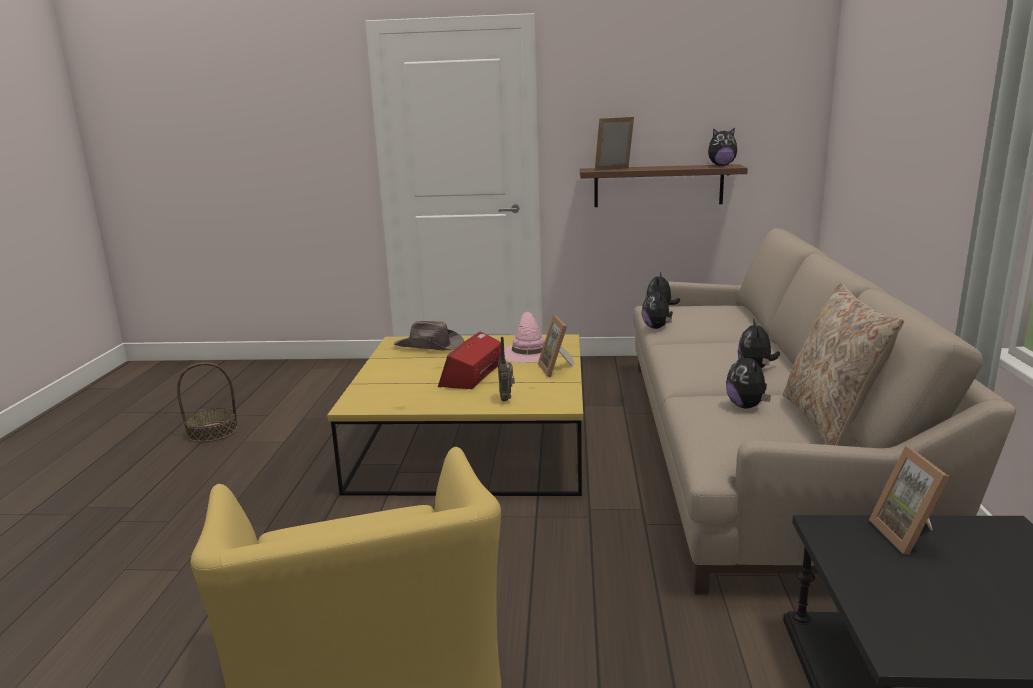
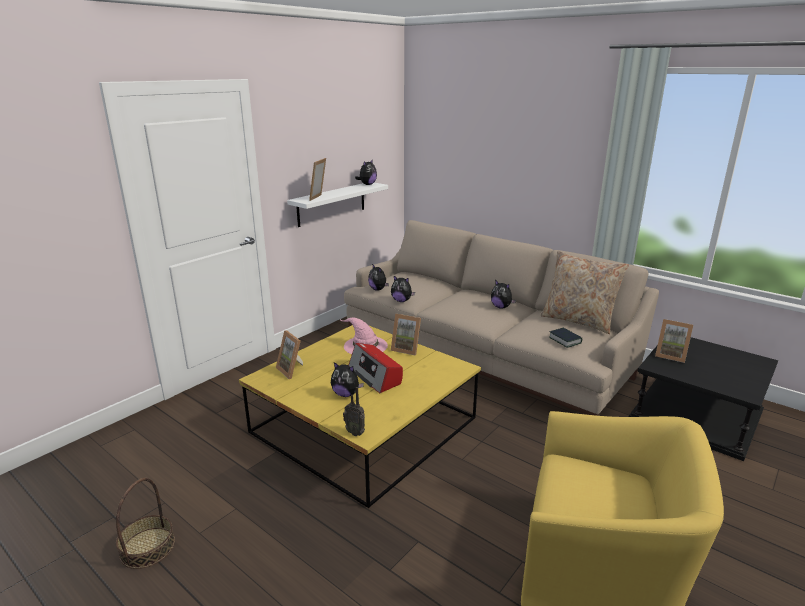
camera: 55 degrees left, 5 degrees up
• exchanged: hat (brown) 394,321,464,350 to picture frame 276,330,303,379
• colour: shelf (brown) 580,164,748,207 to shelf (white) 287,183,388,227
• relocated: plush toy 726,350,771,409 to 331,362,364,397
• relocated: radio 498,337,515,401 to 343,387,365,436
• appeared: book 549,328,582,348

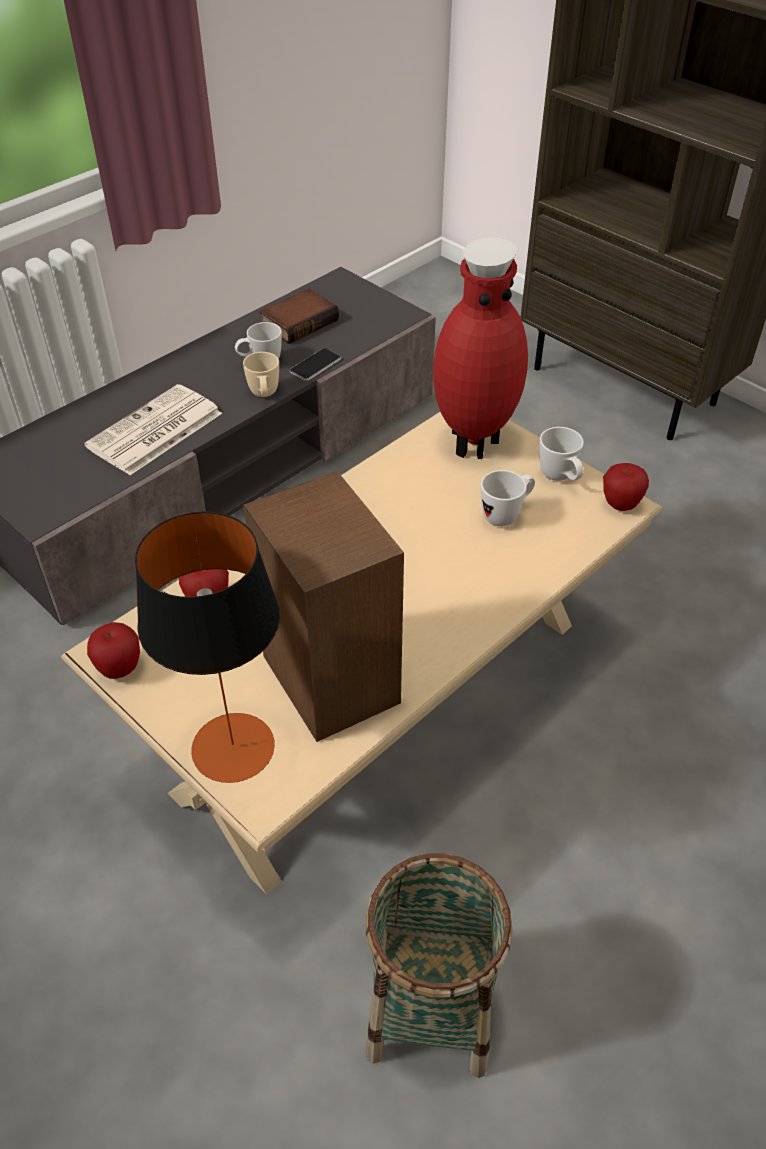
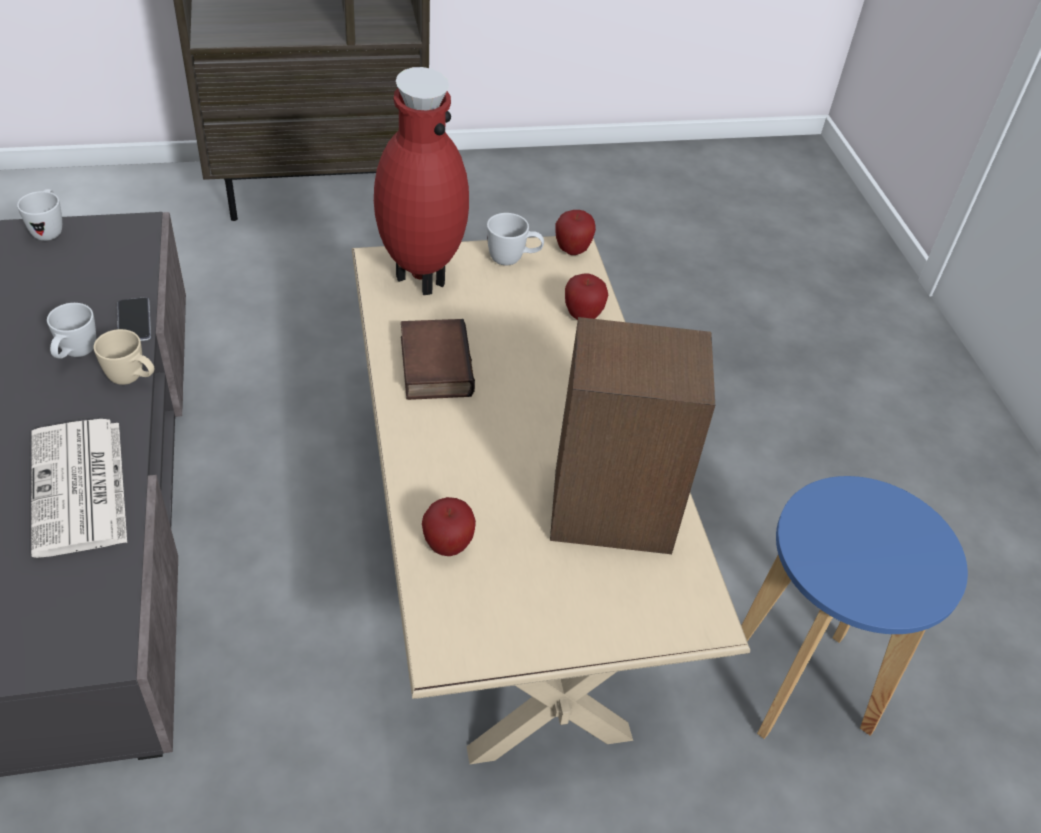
camera: 60 degrees left, 0 degrees up
• relocated: mug (white) 481,470,535,526 to 17,189,62,241
• relocated: book 259,289,339,344 to 401,319,475,400
• relocated: apple 87,622,140,679 to 565,274,608,320
• exchanged: basket 366,853,512,1078 to stool (blue) 741,476,968,739
• missing: table lamp 135,511,280,783

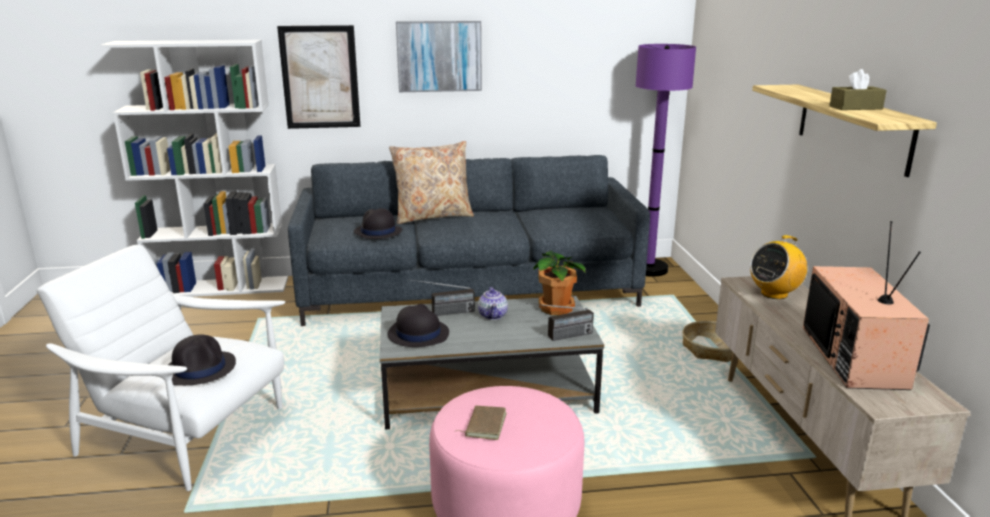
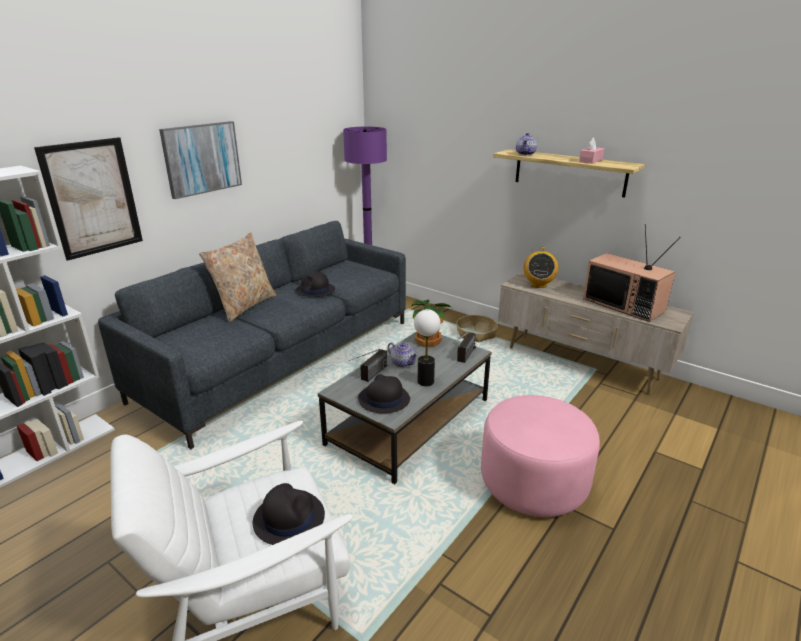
camera: 45 degrees left, 5 degrees up
• relocated: hat (black) 353,208,402,239 to 296,271,335,297
• appeared: table lamp 414,309,441,386
• appeared: teapot 516,133,537,155
• colour: tissue box (brown) 829,69,887,110 to tissue box (pink) 579,137,604,164
• missing: book (brown) 456,406,507,440

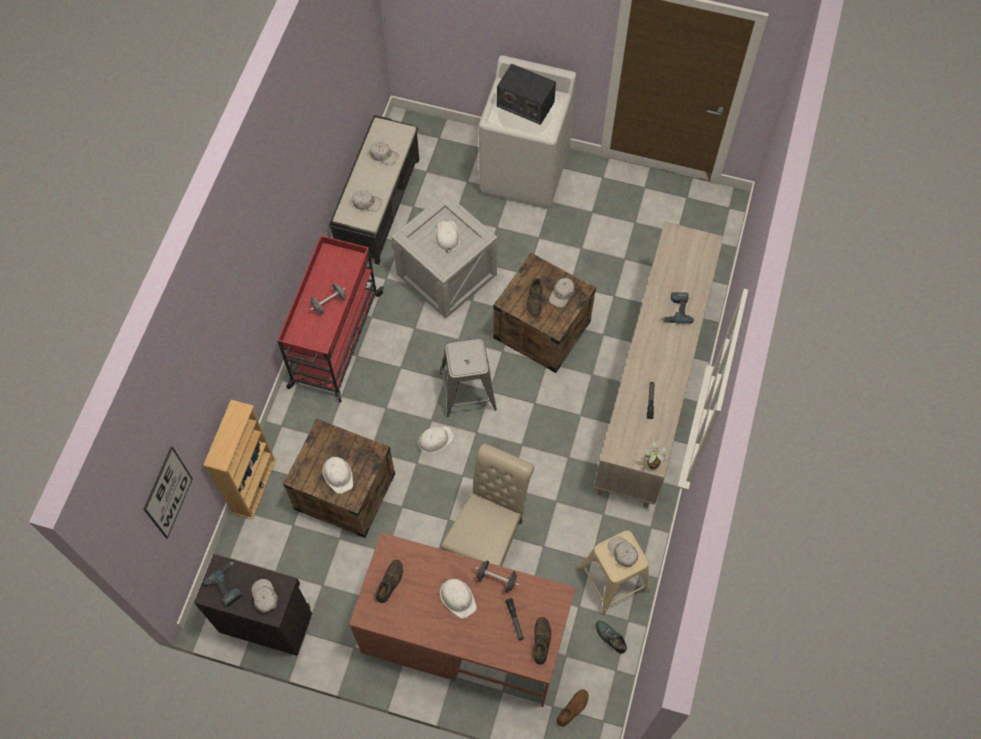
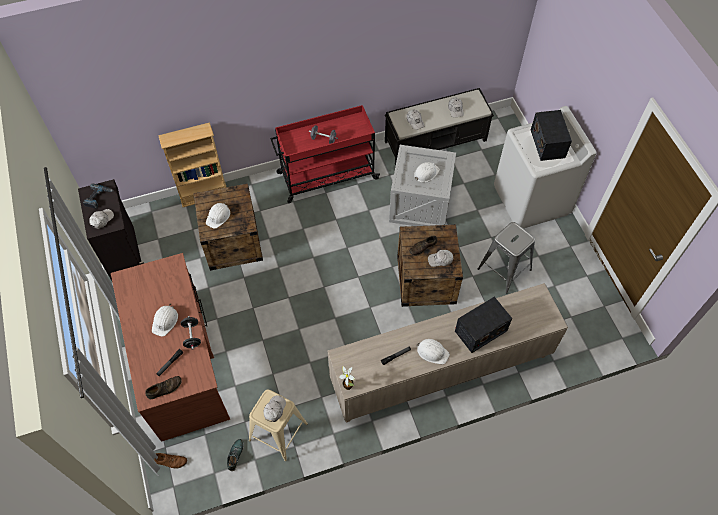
camera: 55 degrees right, 5 degrees down
• relocated: hard hat (white) 418,426,454,453 to 416,339,450,364
• exchanged: power drill 661,292,694,324 to radio 455,297,512,353
• relocated: stool (grey) 440,339,497,417 to 478,222,535,293
• missing: picture 143,446,193,539
• missing: shoe (brown) 376,560,403,603
• missing: chair (beige) 441,444,534,566

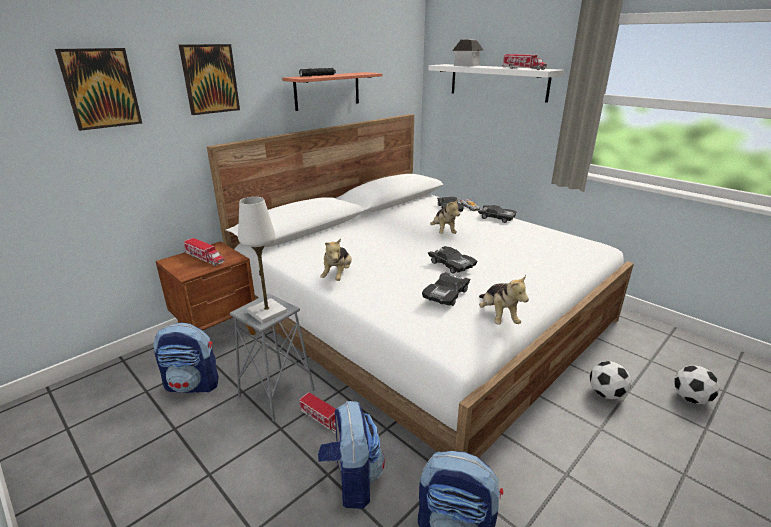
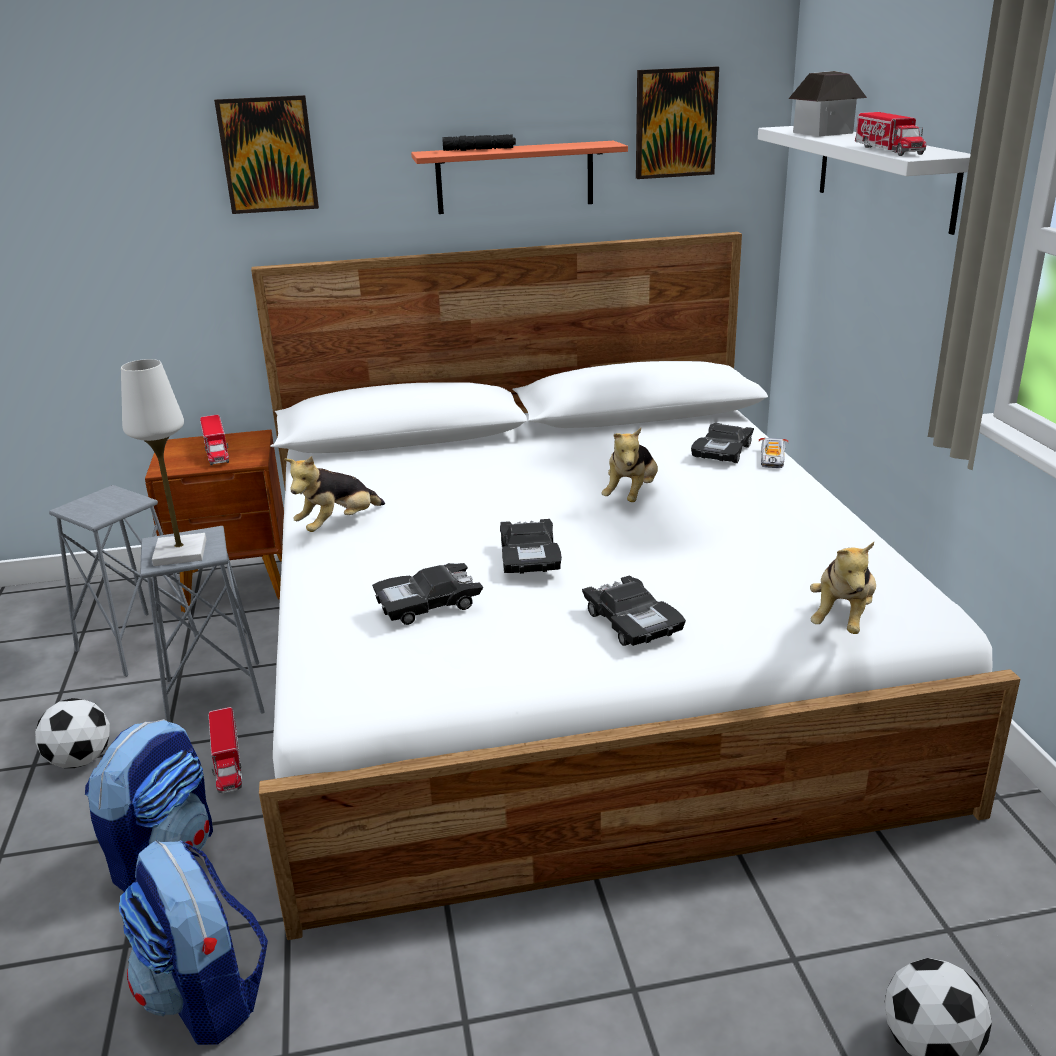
camera: 35 degrees right, 0 degrees up
• relocated: football 590,361,631,399 to 35,698,110,768
• exchanged: backpack 154,322,219,393 to stool (grey) 49,485,197,677
• relocated: toy car (black) 478,205,517,223 to 582,576,686,646
• relocated: picture 55,48,142,131 to 636,66,719,179
• relocated: plush toy 479,275,529,325 to 810,542,876,634

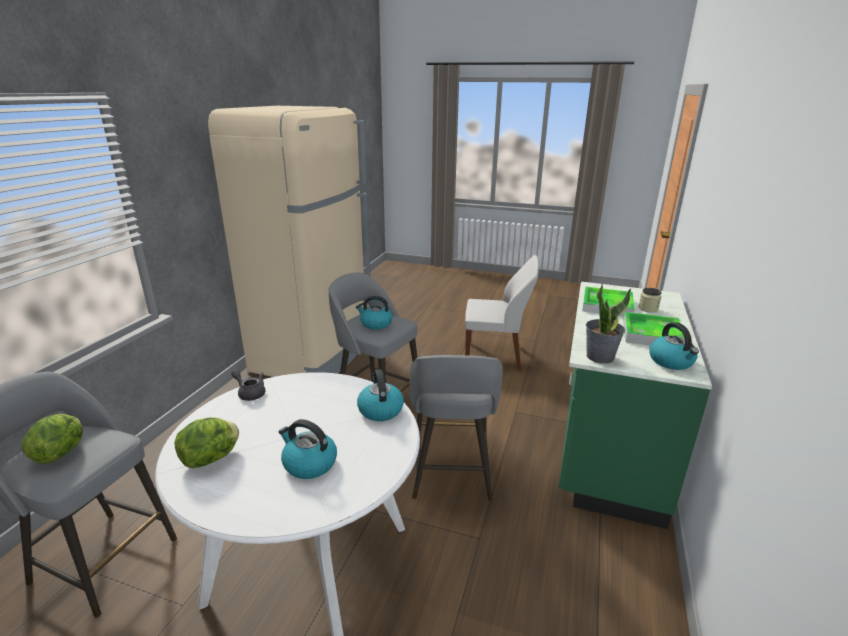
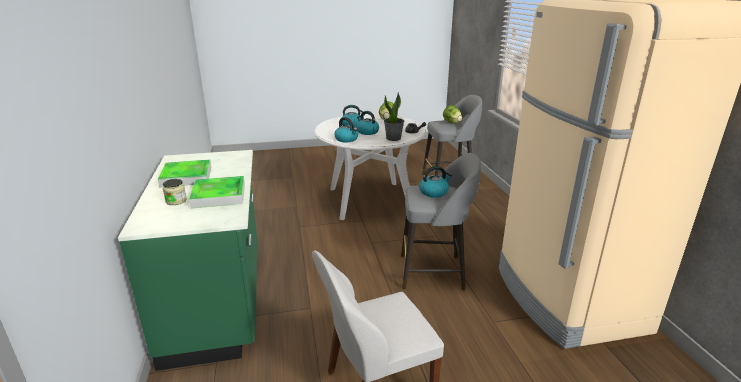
camera: 150 degrees right, 0 degrees up
• relocated: kettle 649,322,699,370 to 357,111,379,135
• relocated: potted plant 586,284,631,364 to 384,92,404,141
• missing: stool (grey) 410,355,503,501

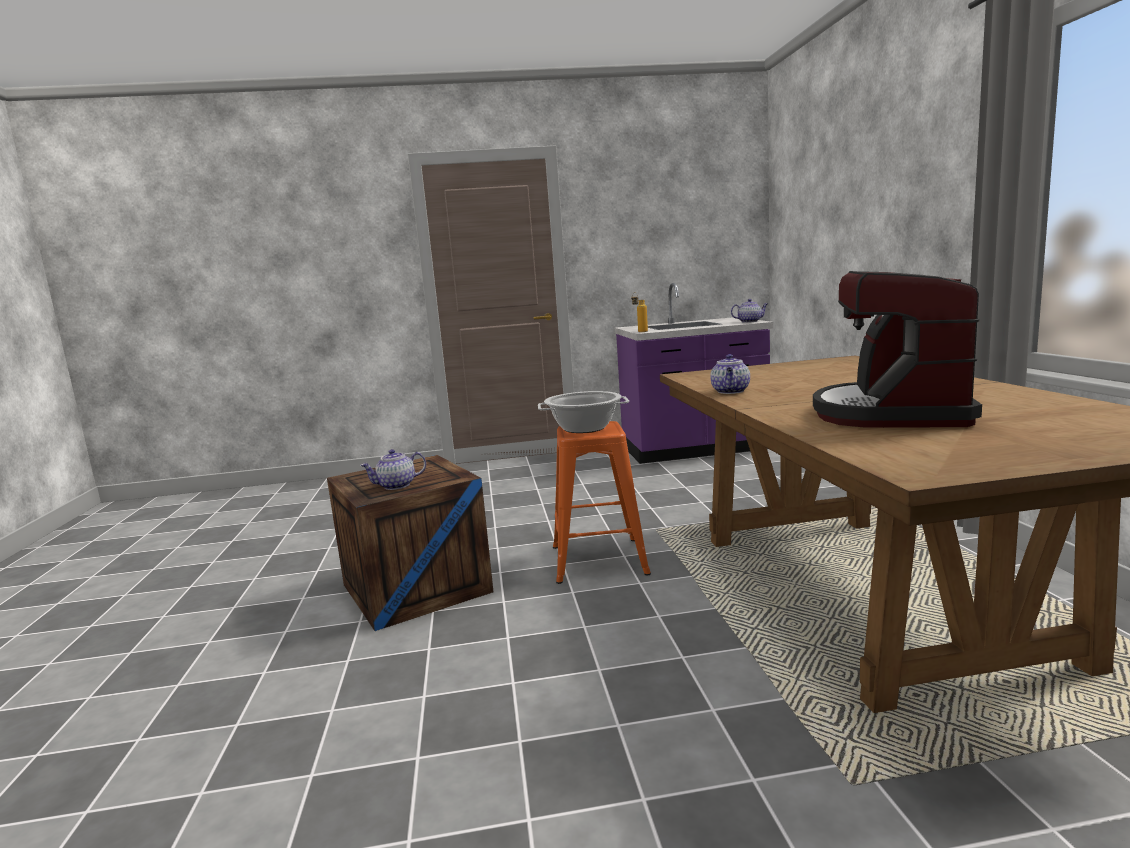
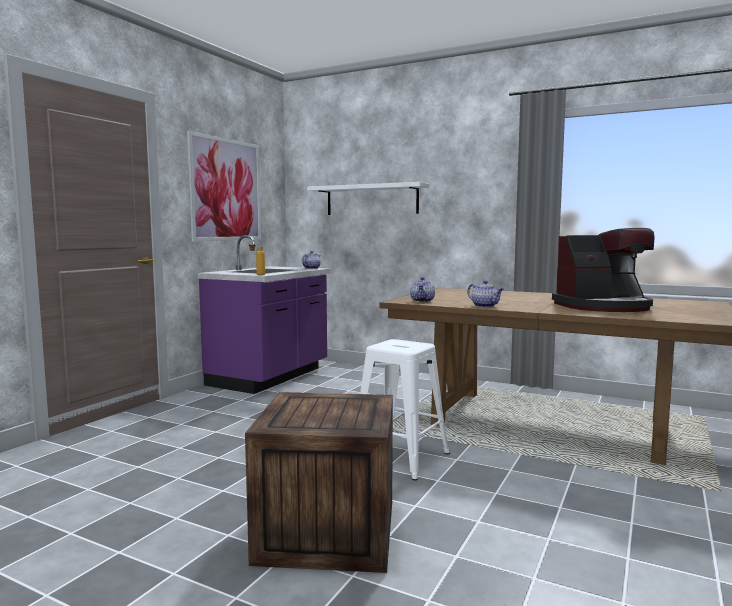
camera: 55 degrees left, 5 degrees down
• appeared: picture 187,131,261,241
• appeared: shelf (white) 307,182,429,215
• colour: stool (orange) 553,421,651,584 to stool (white) 360,339,450,480
• relocated: teapot 360,449,426,490 to 410,277,435,302
• spun: coffee machine 813,271,982,428 = 552,228,655,312 60 degrees counterclockwise
• missing: cooking pot 538,391,629,433

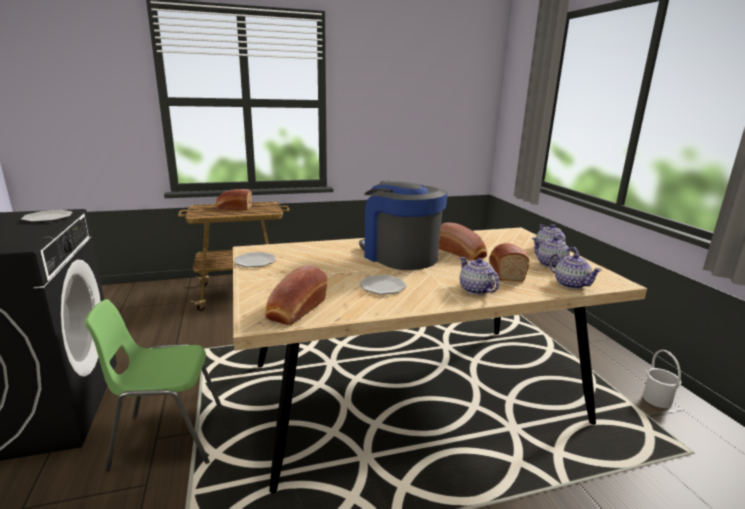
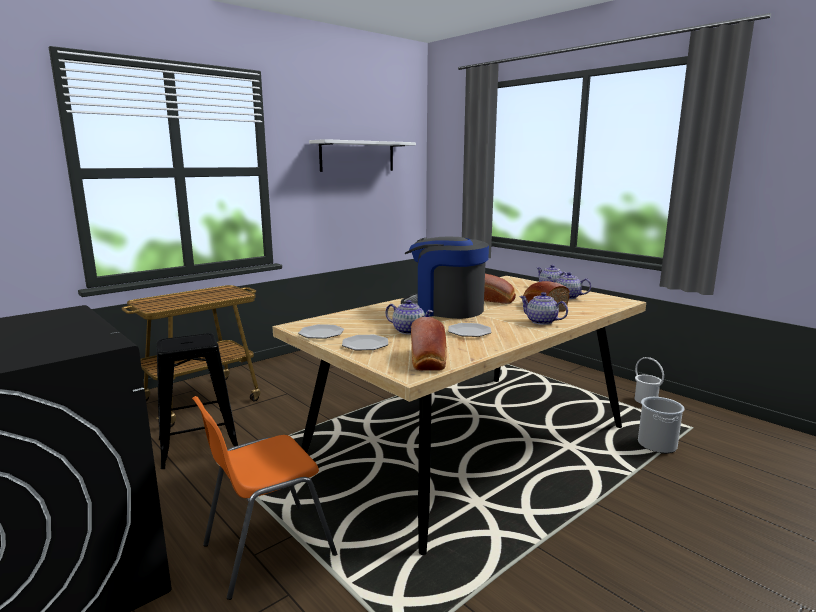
camera: 25 degrees left, 5 degrees down
• appeared: stool (black) 157,333,238,469
• colour: chair (green) 84,299,223,471 to chair (orange) 192,396,337,600
• appeared: shelf (white) 309,139,416,172
• relocated: plate 21,210,73,222 to 342,335,388,350
• relocated: teapot 549,254,602,289 to 385,300,433,335
• appeared: bucket 638,397,684,454
• missing: bread 215,189,252,210

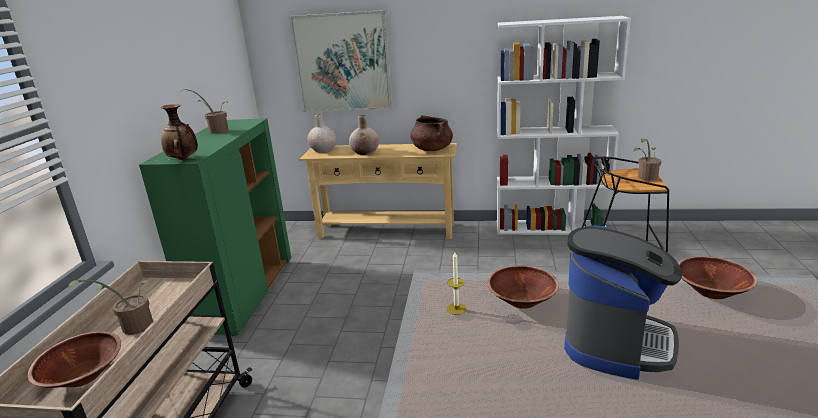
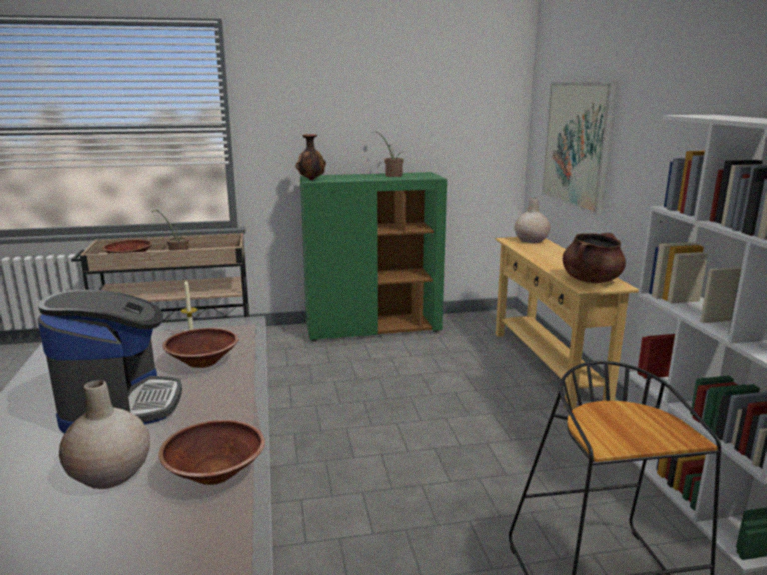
camera: 70 degrees right, 5 degrees down
• spun: coffee machine 564,225,683,380 = 38,290,182,434 105 degrees counterclockwise
• relocated: vase (beige) 349,115,379,155 to 59,380,150,489
• missing: potted plant 633,139,661,181

